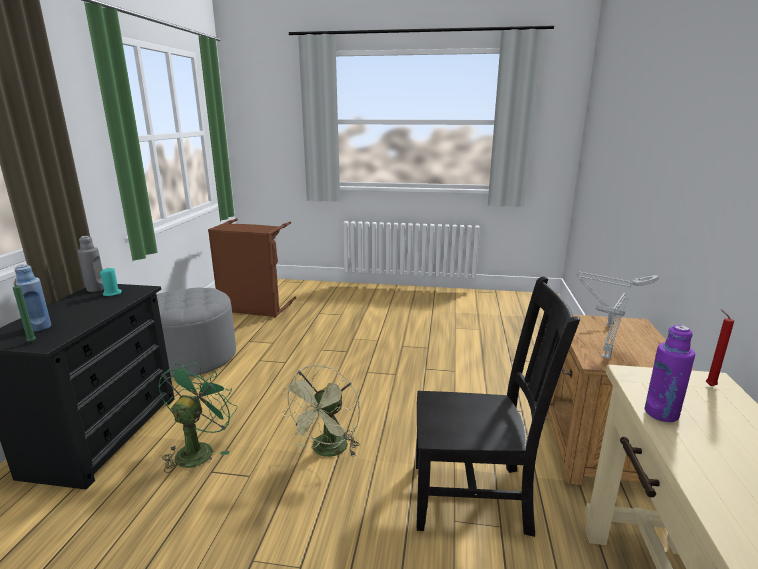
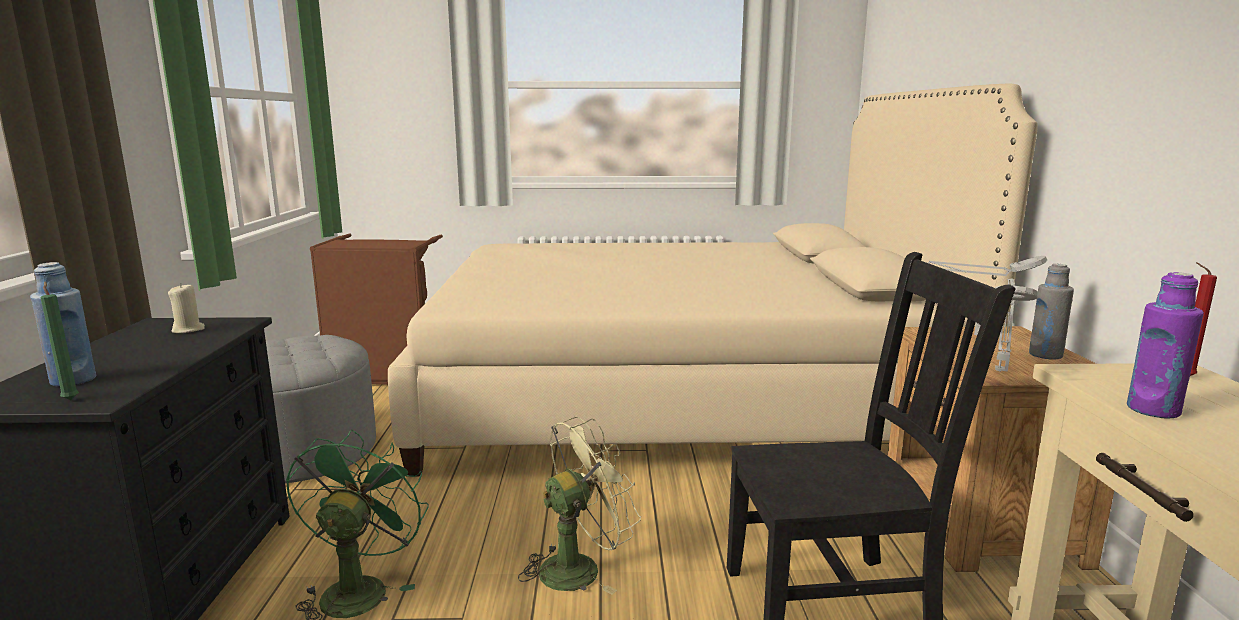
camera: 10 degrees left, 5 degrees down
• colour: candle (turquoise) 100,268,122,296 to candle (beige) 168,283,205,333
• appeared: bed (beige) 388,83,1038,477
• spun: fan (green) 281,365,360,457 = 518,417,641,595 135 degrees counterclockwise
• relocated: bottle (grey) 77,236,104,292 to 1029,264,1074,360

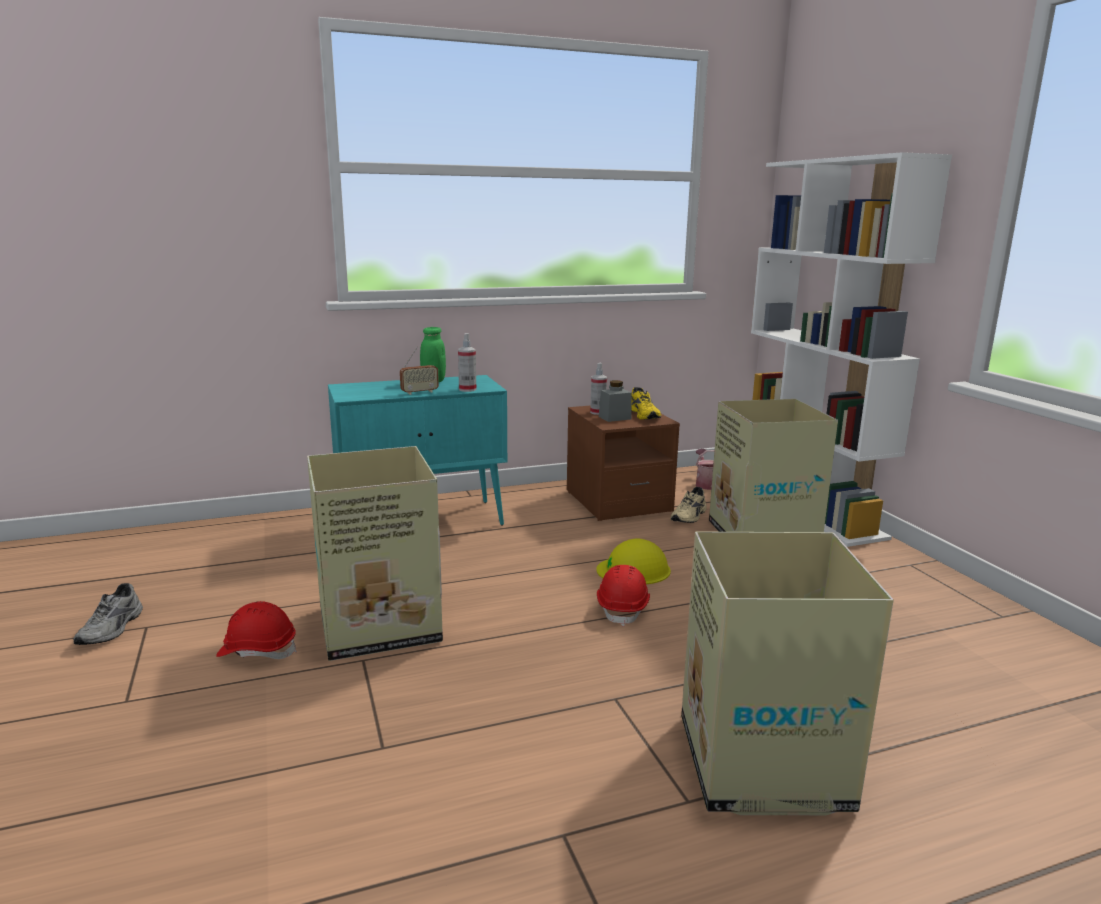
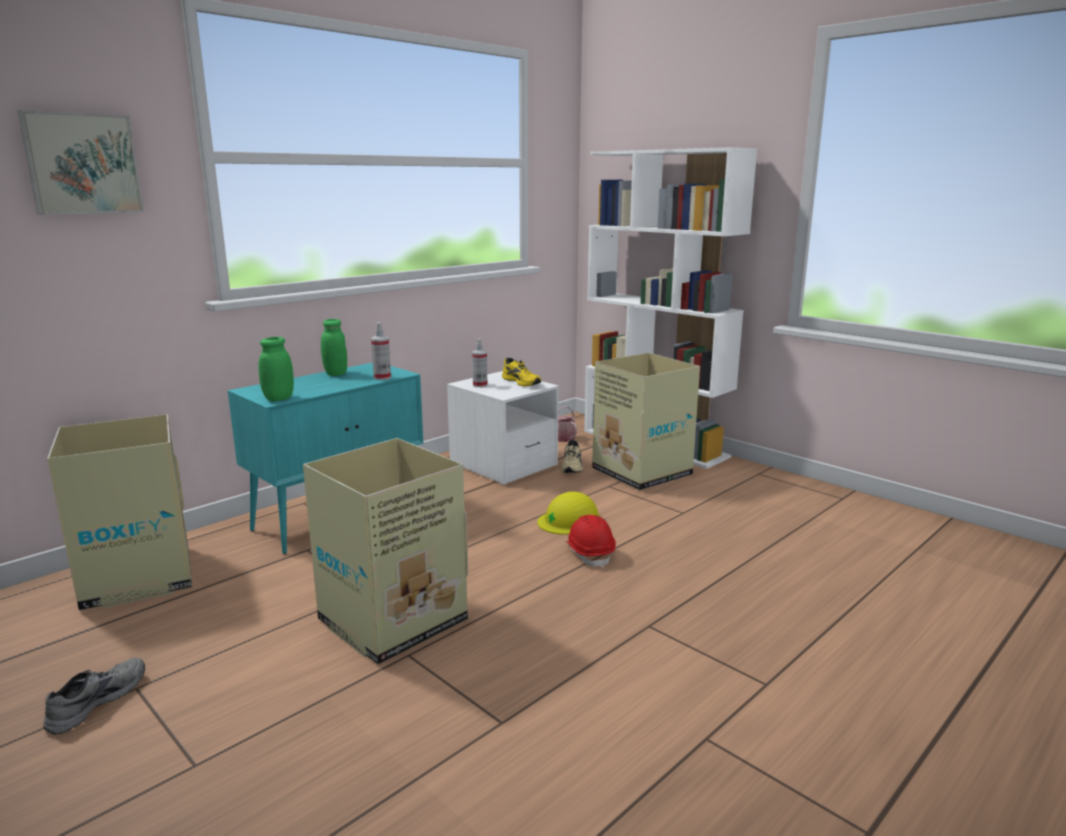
camera: 25 degrees left, 0 degrees up
• appeared: picture 17,110,144,215
• spun: shoe (grey) 73,583,143,645 = 43,658,145,735 135 degrees counterclockwise
• relocated: cardboard box 681,531,894,815 to 47,414,192,610
• appeared: jar (green) 259,337,294,401
• colour: nightstand (brown) 567,405,680,521 to nightstand (white) 447,371,559,485
• missing: hard hat (red) 216,601,297,659
• missing: radio 400,347,439,395
• missing: jar (grey) 599,380,632,422

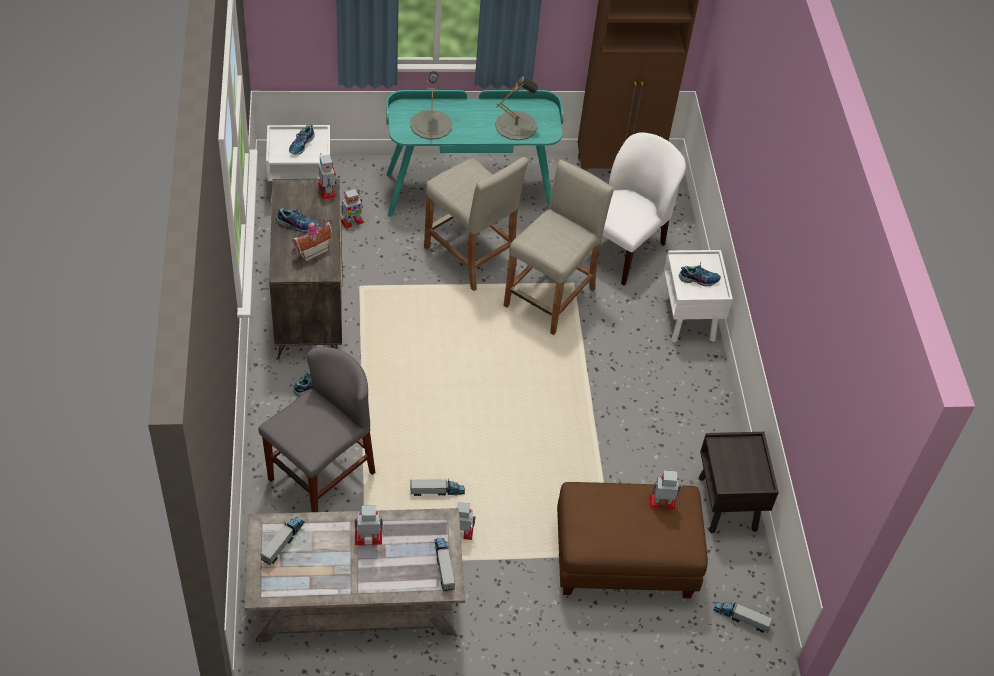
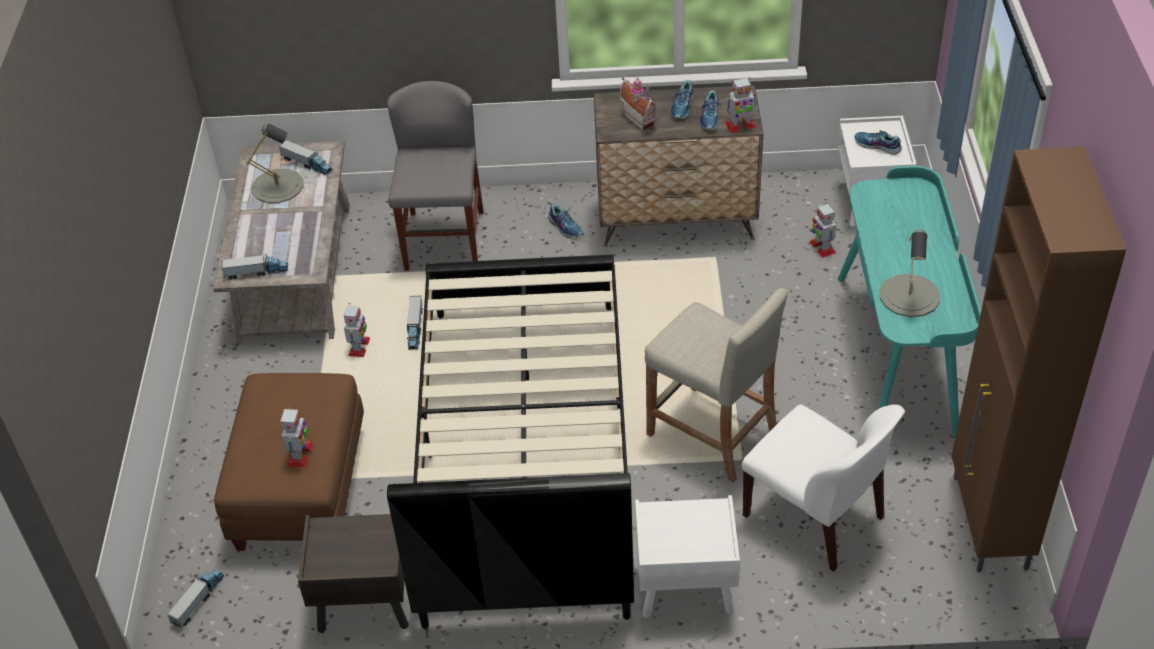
camera: 100 degrees right, 5 degrees down
• relocated: table lamp (grey) 410,71,452,140 to 246,123,304,203
• spun: chair (grey) 258,346,375,512 = 387,81,484,271 135 degrees counterclockwise
• appeared: bed (black) 387,254,634,629
• relocated: shoe 679,263,721,286 to 699,90,722,130
• missing: toy robot 354,505,383,545
• missing: stool (beige) 424,157,529,291

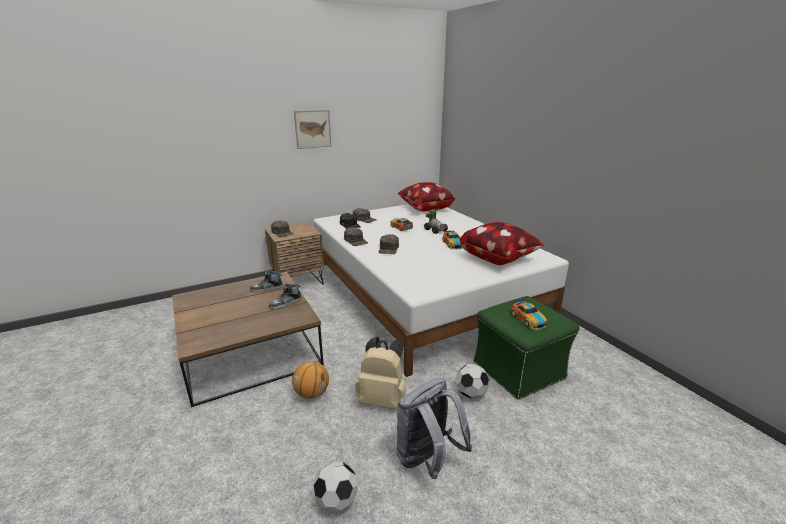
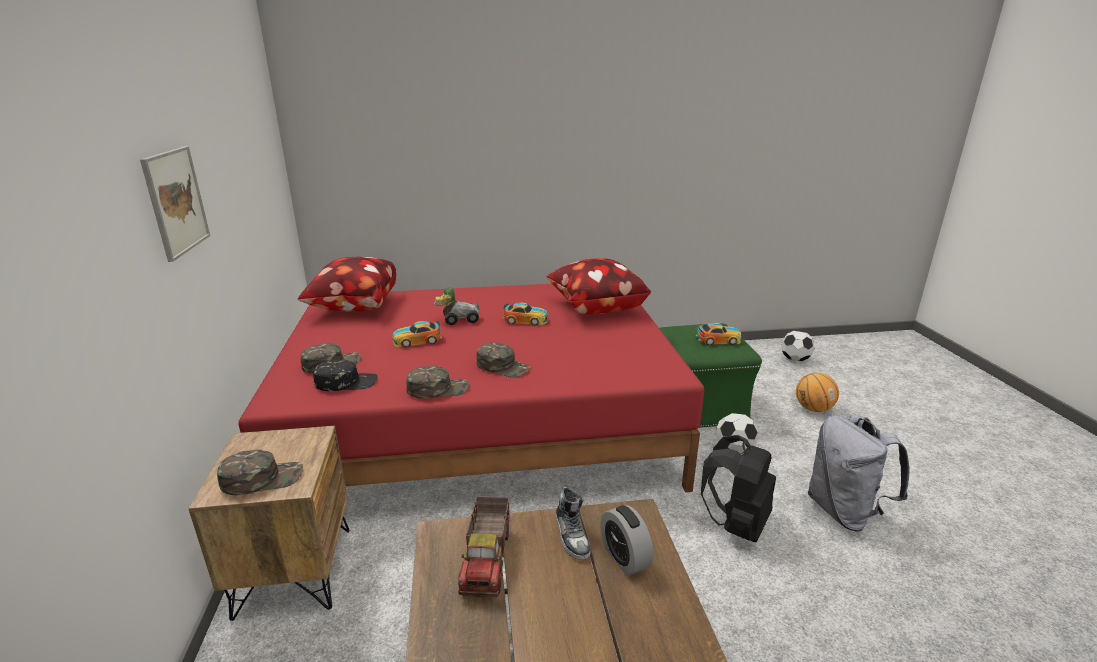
camera: 70 degrees left, 0 degrees up
• colour: bed (white) 313,204,569,377 to bed (red) 239,284,704,493
• exchanged: shoe 250,271,283,292 to toy truck 458,496,509,597
• appeared: alarm clock 600,505,654,576
• colour: backpack (beige) 355,337,406,409 to backpack (black) 701,435,776,542
• relocated: football 313,461,358,512 to 781,331,815,361
• relocated: basketball 292,361,329,399 to 796,373,839,412

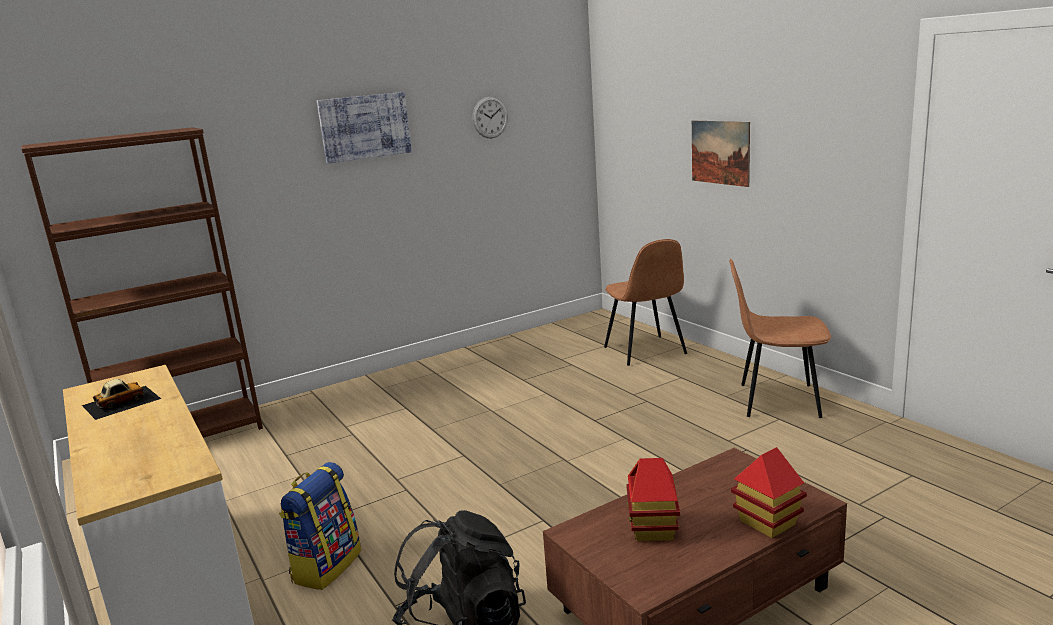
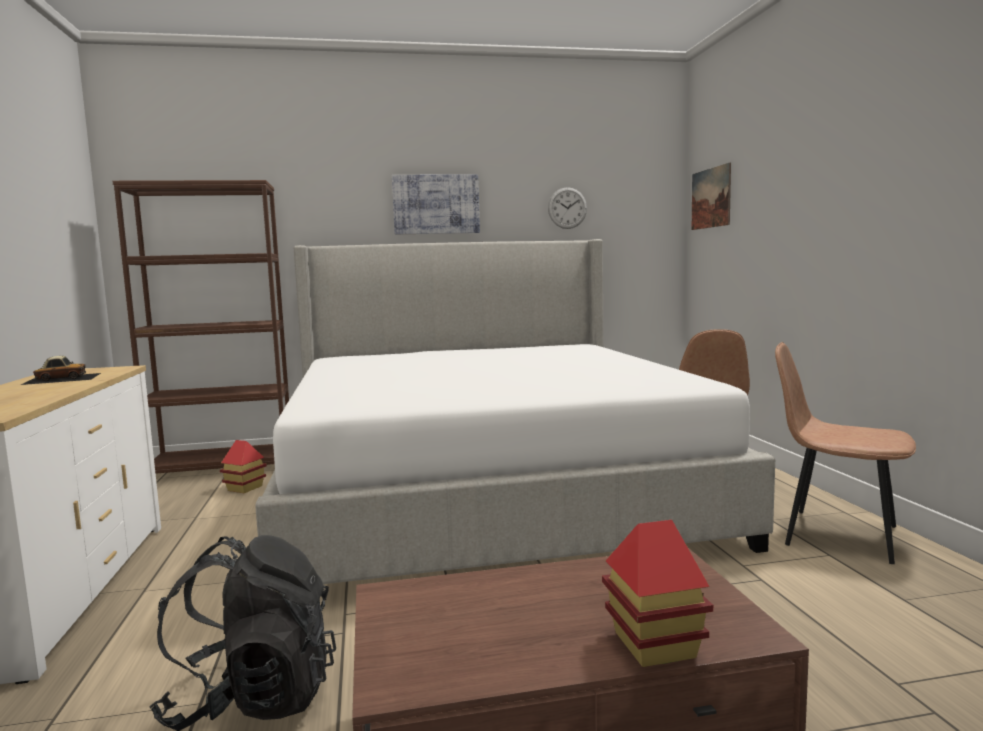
camera: 20 degrees right, 10 degrees down
• relocated: toy house 626,458,680,541 to 220,440,267,493
• appeared: bed 255,239,775,584
• relocated: picture 692,121,750,187 to 692,163,731,230
• missing: backpack 279,462,361,590

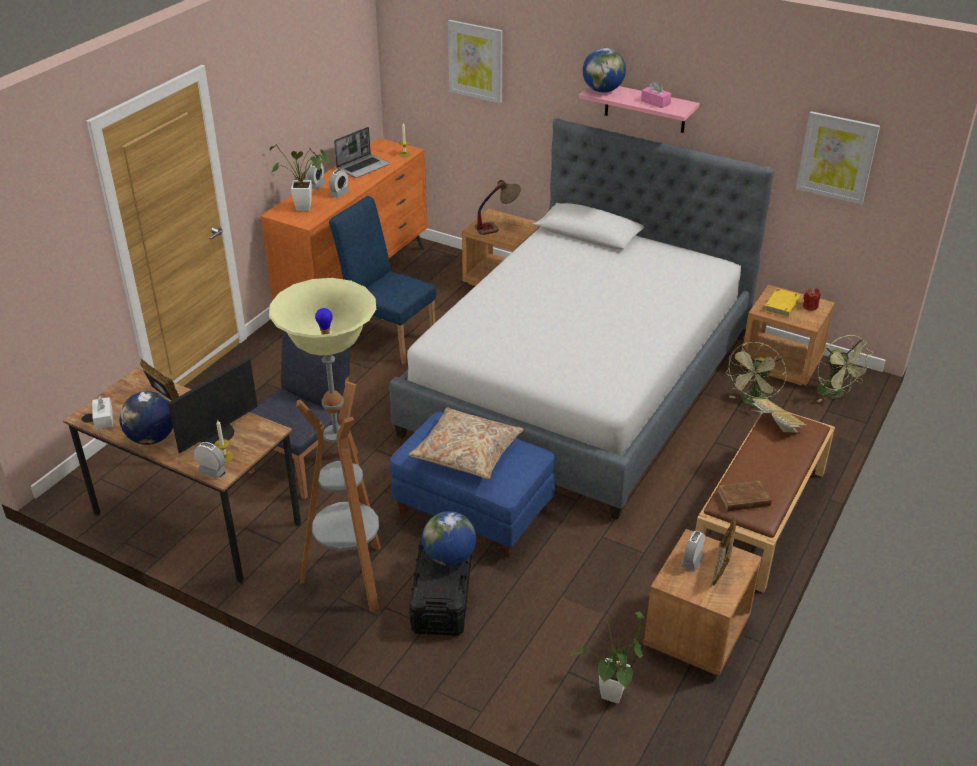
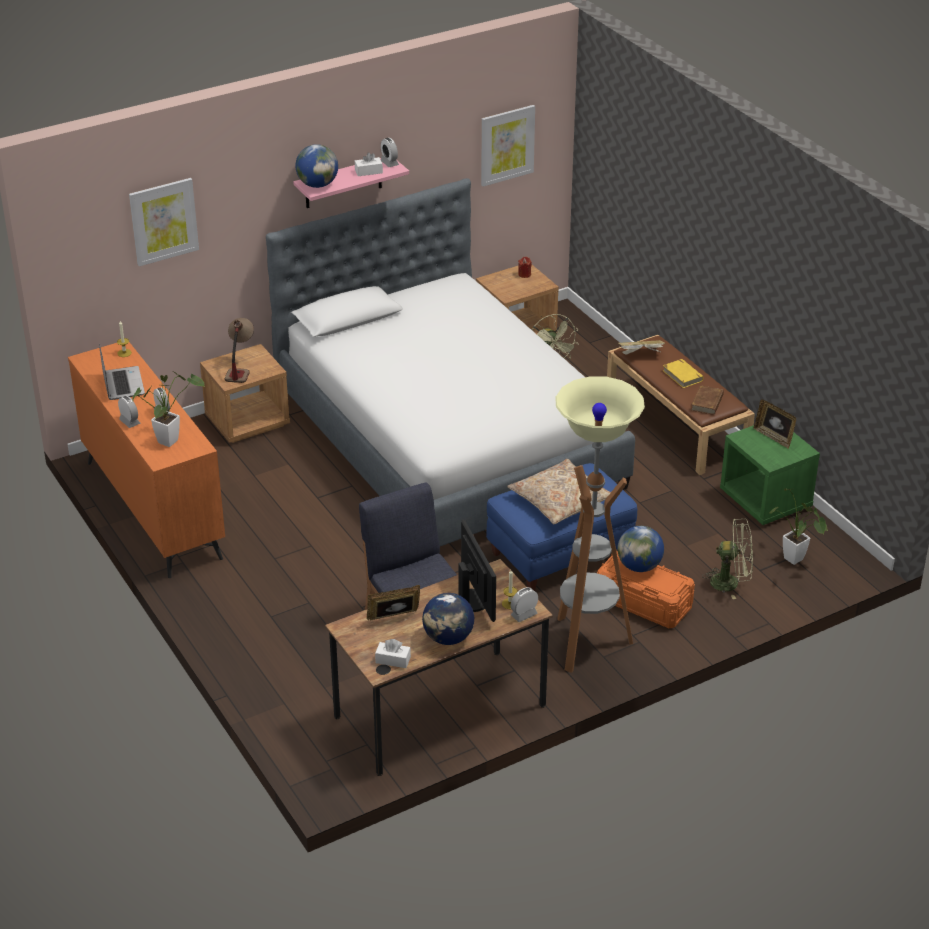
camera: 60 degrees left, 0 degrees up
• colour: tissue box (pink) 641,81,672,108 to tissue box (white) 355,152,383,176
• relocated: alarm clock 680,531,705,571 to 381,138,399,167
• colour: storage box (black) 409,533,472,636 to storage box (orange) 597,551,695,628
• relocated: book (yellow) 764,288,801,318 to 663,359,703,388
• relocated: fan (green) 817,335,874,402 to 702,519,753,599
• colour: nightstand (brown) 643,529,762,676 to nightstand (green) 720,425,820,525
• missing: chair (blue) 329,196,436,364

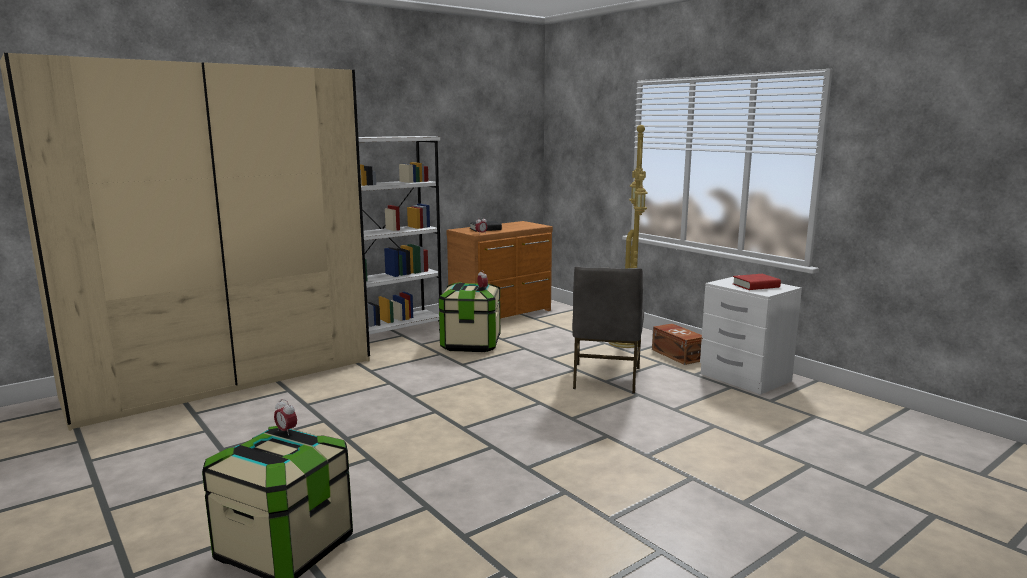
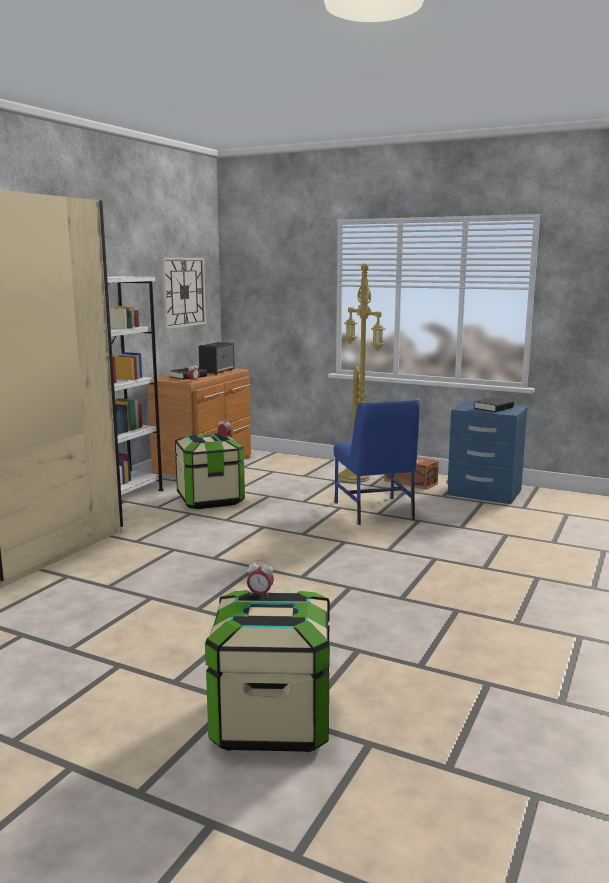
camera: 25 degrees left, 0 degrees up
• appeared: wall clock 161,257,206,329
• appeared: speaker 199,342,235,375
• colour: chair (grey) 572,266,644,394 to chair (blue) 334,399,420,525
• colour: nightstand (white) 700,277,802,395 to nightstand (blue) 447,401,528,504
• colour: book (red) 732,274,781,290 to book (black) 474,397,514,412

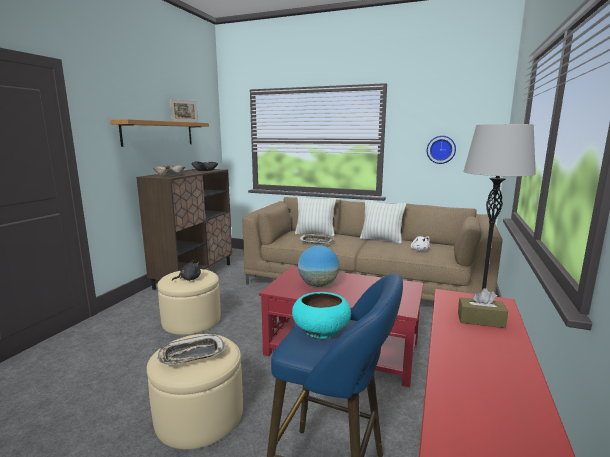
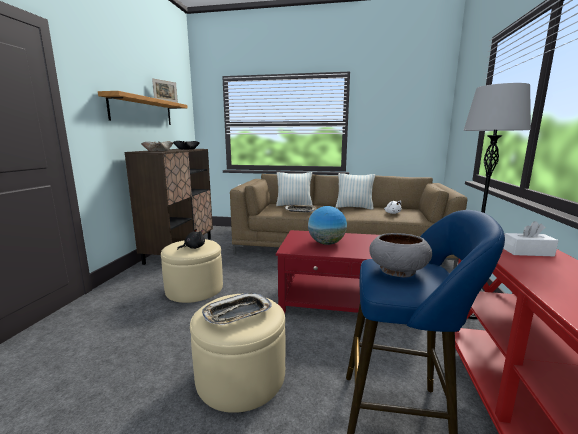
camera: 10 degrees left, 0 degrees up
• colour: bowl (turquoise) 292,292,351,339 to bowl (grey) 369,233,432,277
• colour: tissue box (brown) 458,288,508,328 to tissue box (white) 503,221,559,257
• missing: wall clock 427,136,456,164

